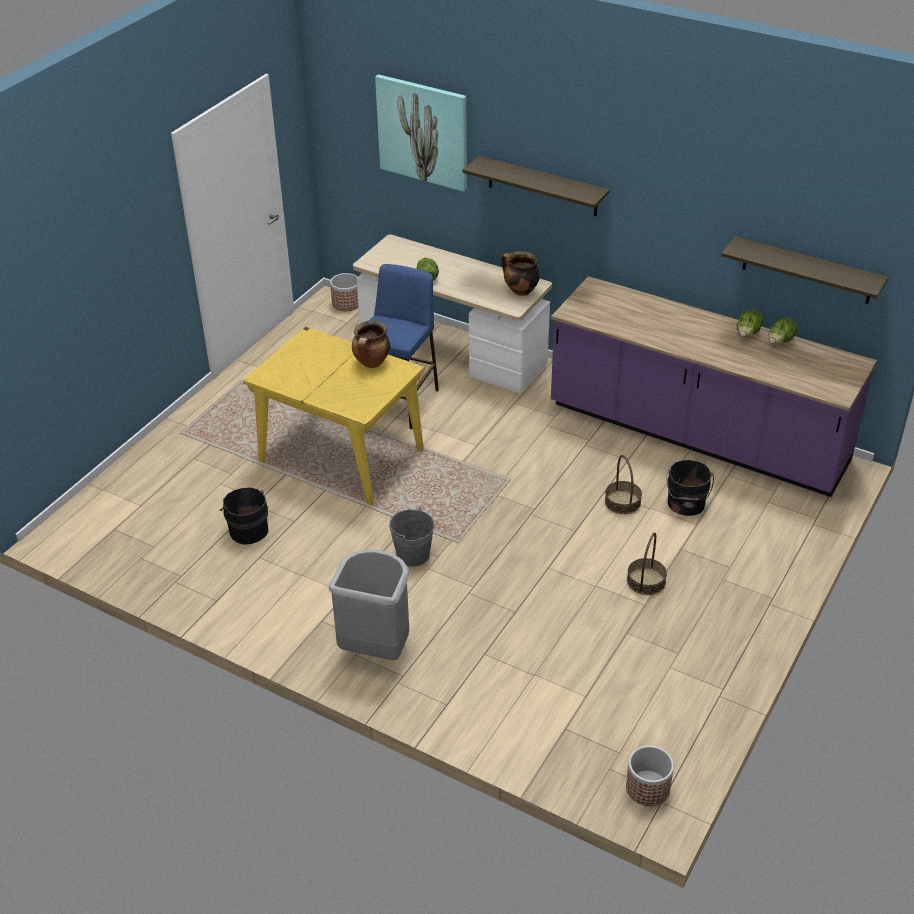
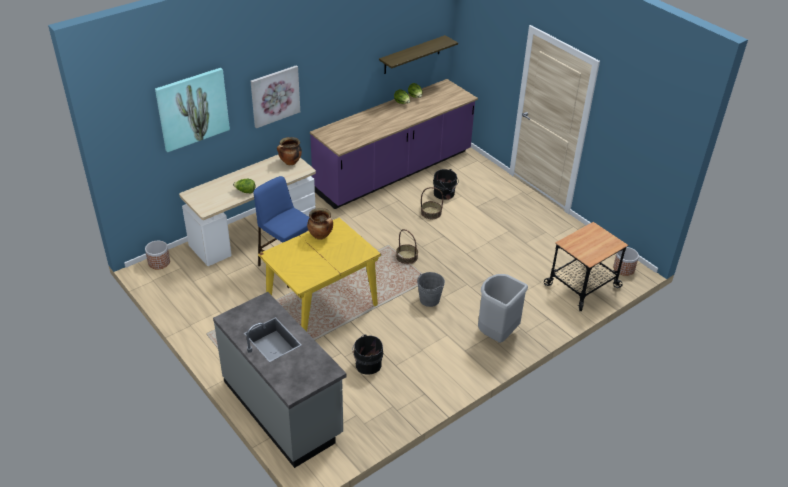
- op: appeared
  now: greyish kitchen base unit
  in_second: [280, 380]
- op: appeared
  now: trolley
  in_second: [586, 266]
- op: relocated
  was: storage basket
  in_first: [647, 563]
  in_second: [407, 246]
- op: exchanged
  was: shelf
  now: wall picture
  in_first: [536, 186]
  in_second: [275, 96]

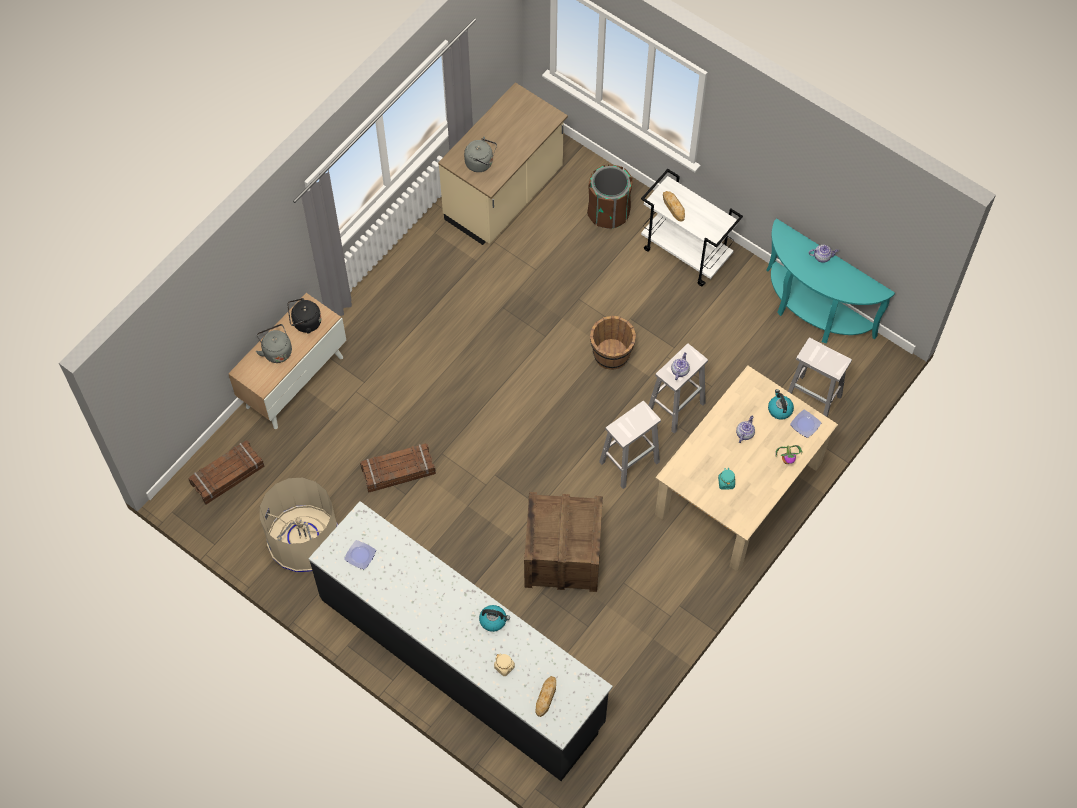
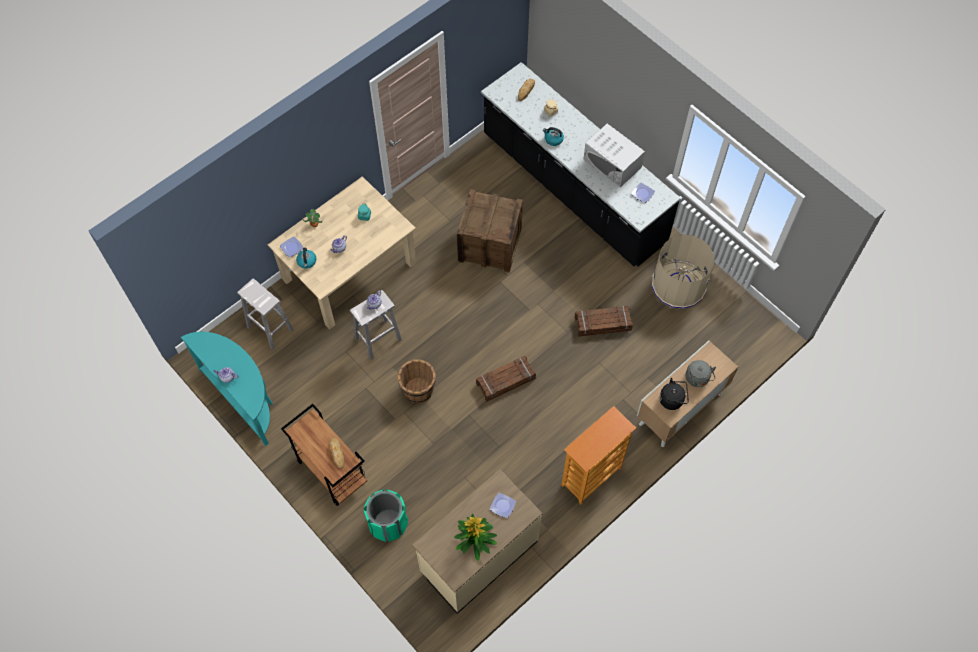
- op: missing
  was: whitish stool seat
  in_first: [630, 445]
- op: appeared
  now: plant in a pot
  in_second: [475, 537]
- op: appeared
  now: bookshelf
  in_second: [598, 455]
- op: appeared
  now: whitish microwave
  in_second: [614, 155]
- op: relocated
  was: shipping crate
  in_first: [226, 472]
  in_second: [506, 379]
- op: exchanged
  was: greyish water kettle
  now: flat dish
  in_first: [480, 154]
  in_second: [503, 505]
- op: colour
  was: brownish waste bin
  now: green waste bin
  in_first: [610, 196]
  in_second: [386, 515]
- op: colour
  was: whitish trolley
  now: brownish trolley
  in_first: [692, 227]
  in_second: [324, 455]

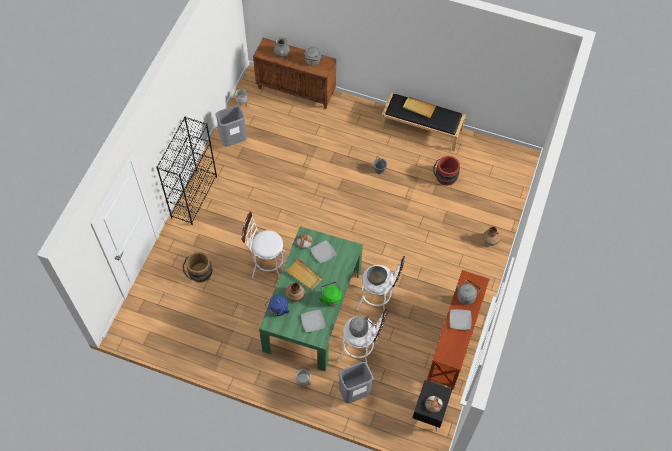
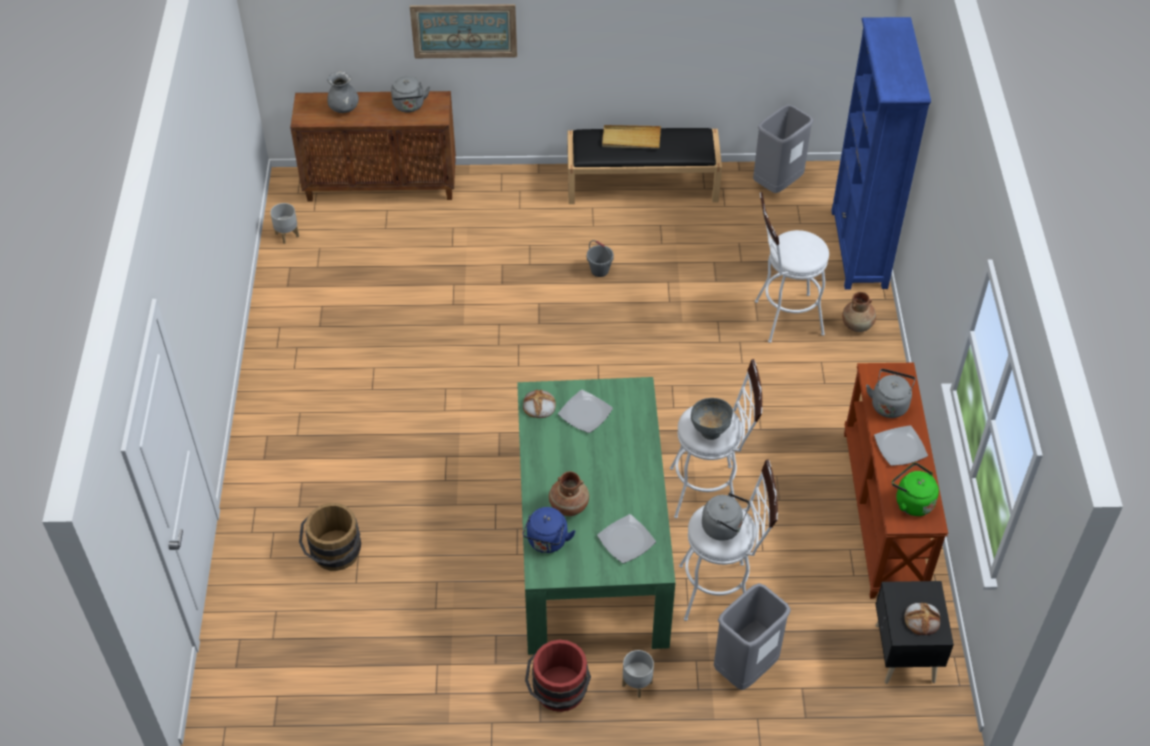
- op: missing
  was: black bookshelf
  in_first: [186, 171]
- op: missing
  was: beige serving tray
  in_first: [304, 274]
- op: appeared
  now: wall picture
  in_second: [463, 31]
- op: appeared
  now: blue-coloured bookshelf
  in_second: [881, 153]
- op: relocated
  was: greyish waste bin
  in_first: [231, 126]
  in_second: [783, 148]
- op: relocated
  was: whitish stool seat
  in_first: [264, 244]
  in_second: [792, 267]
- op: relocated
  was: green water kettle
  in_first: [330, 294]
  in_second: [915, 489]
- op: relocated
  was: red-coloured pail
  in_first: [446, 171]
  in_second: [558, 676]

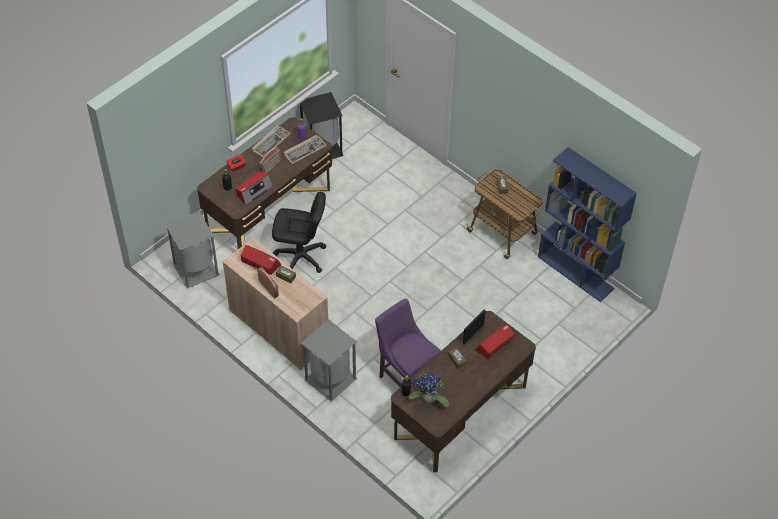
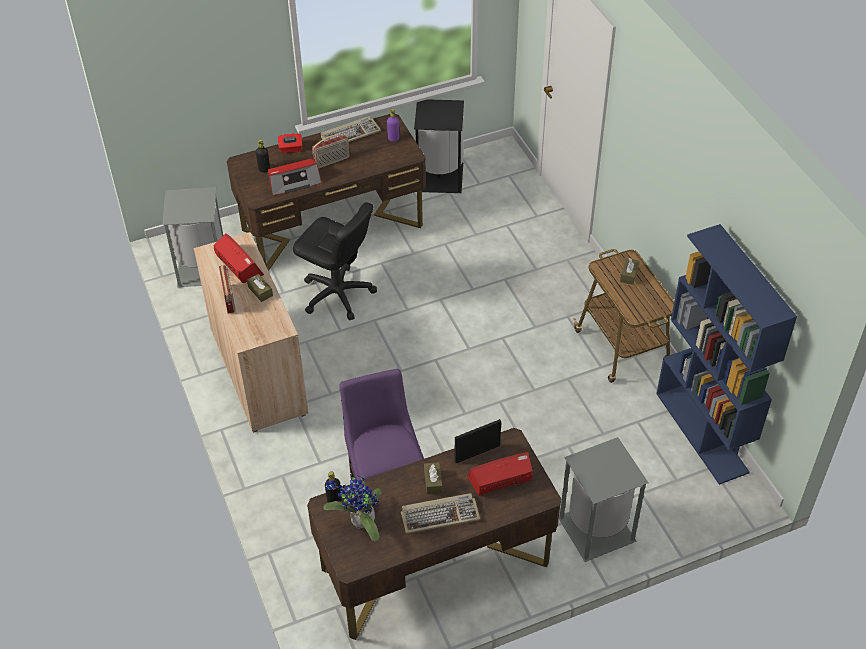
- op: relocated
  was: PC keyboard
  in_first: [305, 149]
  in_second: [440, 513]
- op: relocated
  was: greyish waste bin
  in_first: [329, 360]
  in_second: [604, 499]

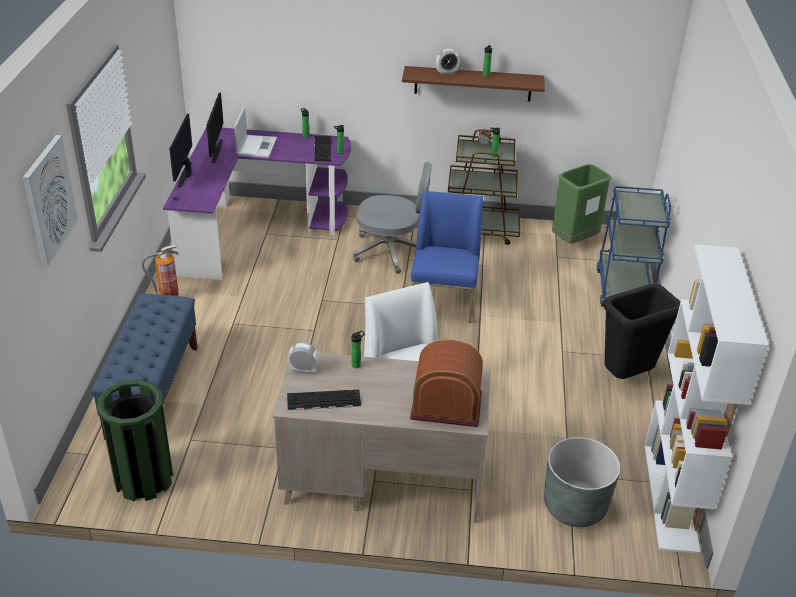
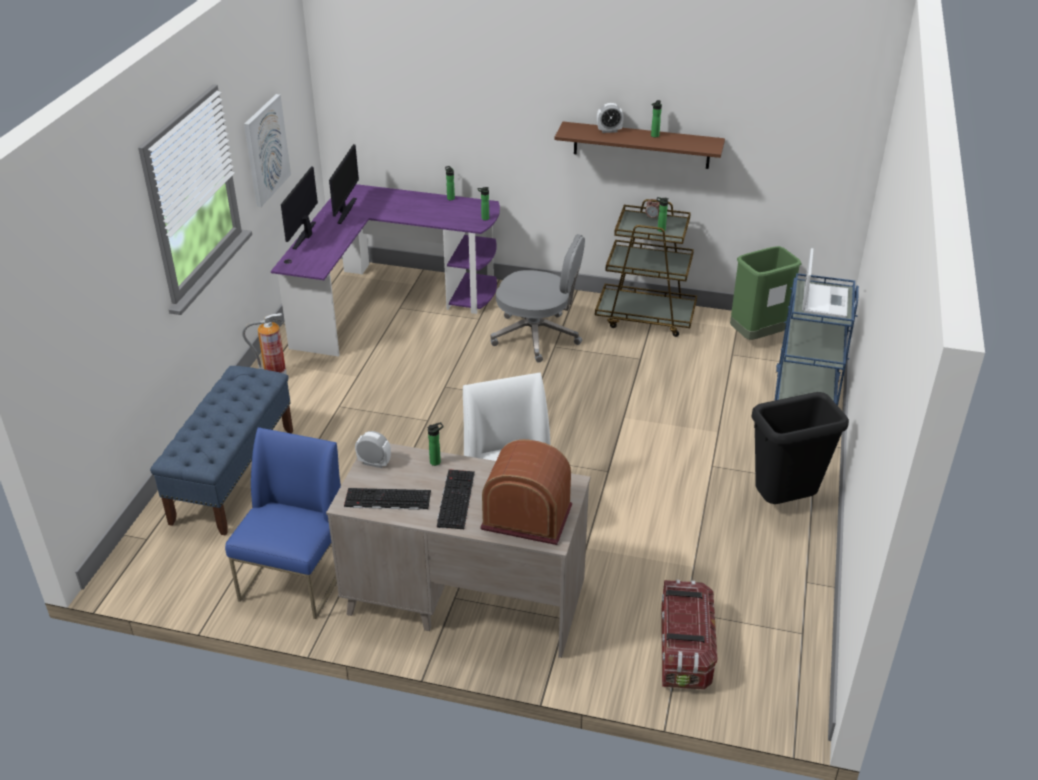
- op: missing
  was: green waste bin
  in_first: [135, 440]
- op: missing
  was: whitish bookshelf
  in_first: [706, 399]
- op: relocated
  was: wall picture
  in_first: [50, 200]
  in_second: [267, 150]
- op: relocated
  was: notebook computer
  in_first: [255, 132]
  in_second: [825, 283]
- op: relocated
  was: PC keyboard
  in_first: [322, 149]
  in_second: [456, 499]
- op: relocated
  was: blue-coloured chair
  in_first: [447, 257]
  in_second: [283, 523]
- op: exchanged
  was: greyish flower pot
  now: storage box
  in_first: [582, 482]
  in_second: [689, 635]

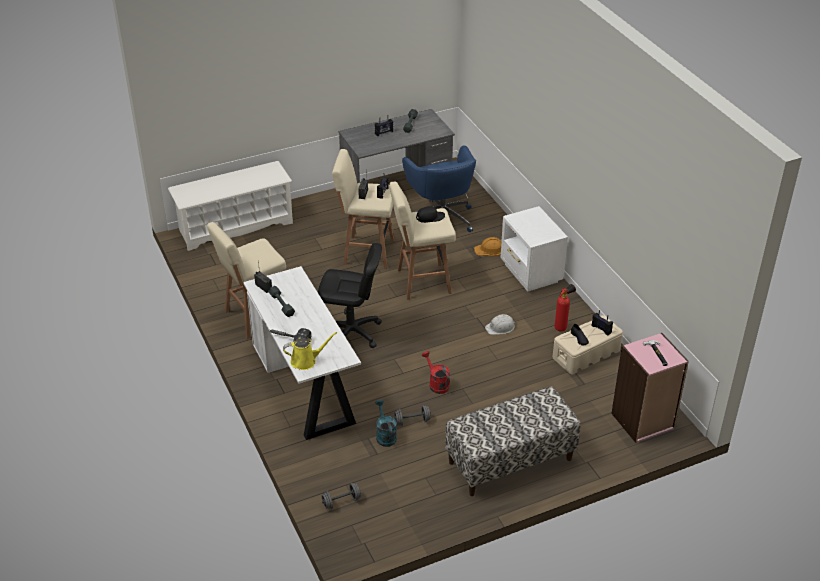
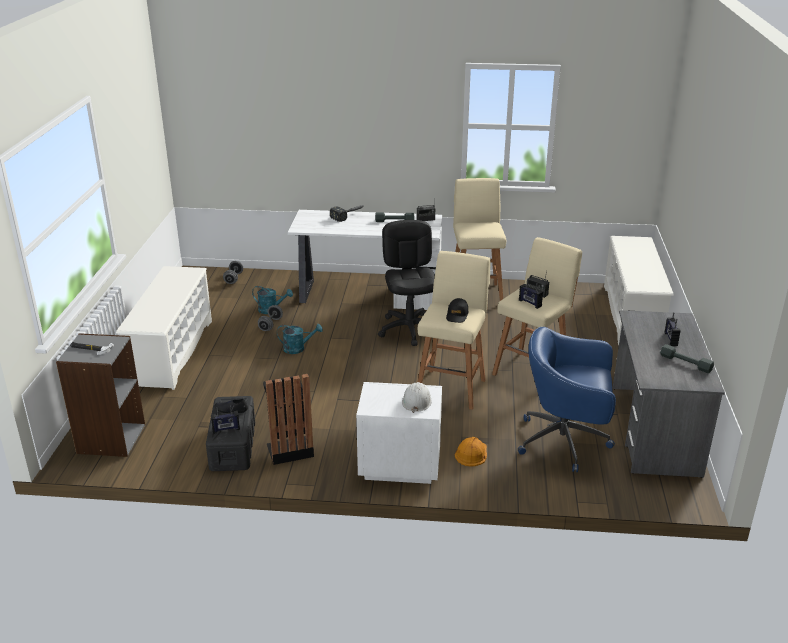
- op: missing
  was: yellowish watering pot
  in_first: [310, 351]
- op: relocated
  was: whitish safety helmet
  in_first: [500, 324]
  in_second: [416, 397]
- op: exchanged
  was: indoor bench
  now: whitish shoe shelf
  in_first: [513, 441]
  in_second: [164, 328]
- op: exchanged
  was: fire extinguisher
  now: black waste bin
  in_first: [565, 307]
  in_second: [288, 419]
- op: colour
  was: red-coloured watering pot
  now: turquoise watering pot
  in_first: [436, 372]
  in_second: [300, 339]
- op: colour
  was: beige storage box
  now: black storage box
  in_first: [588, 344]
  in_second: [230, 433]
- op: colour
  was: pink-coloured bookshelf
  now: greyish bookshelf
  in_first: [650, 388]
  in_second: [100, 395]
- op: spun
  was: black desk chair
  in_first: [350, 295]
  in_second: [406, 283]
  clockwise: 135

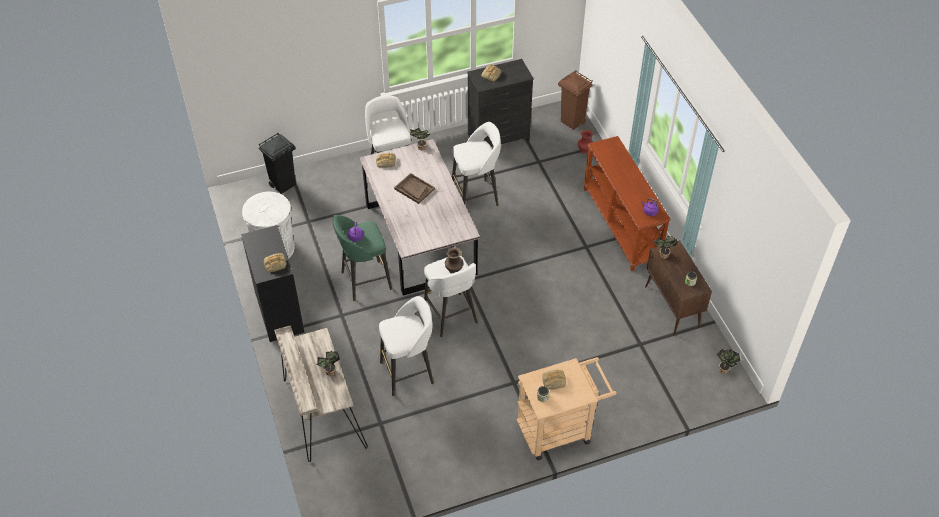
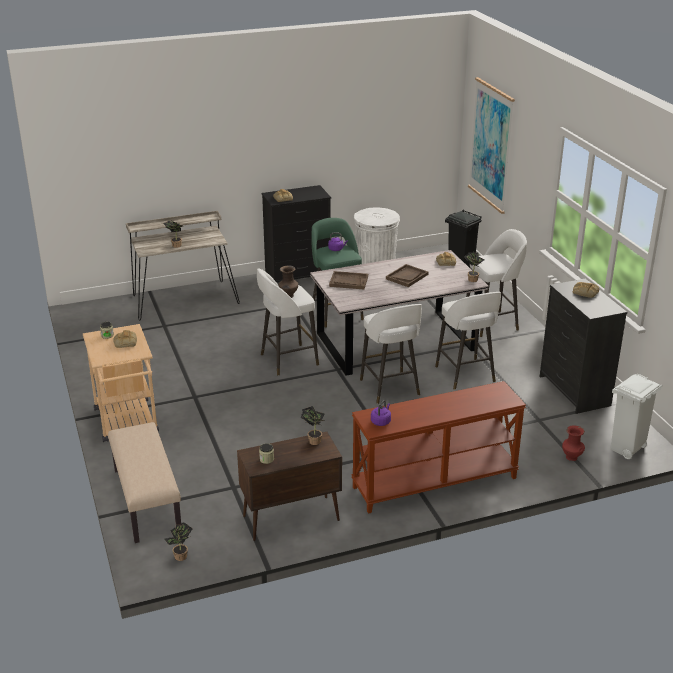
- op: appeared
  now: beige indoor bench
  in_second: [144, 482]
- op: appeared
  now: brownish serving tray
  in_second: [348, 280]
- op: appeared
  now: wall picture
  in_second: [491, 145]
- op: relocated
  was: whitish stool seat
  in_first: [406, 346]
  in_second: [391, 354]
- op: colour
  was: brownish waste bin
  now: whitish waste bin
  in_first: [575, 100]
  in_second: [637, 416]

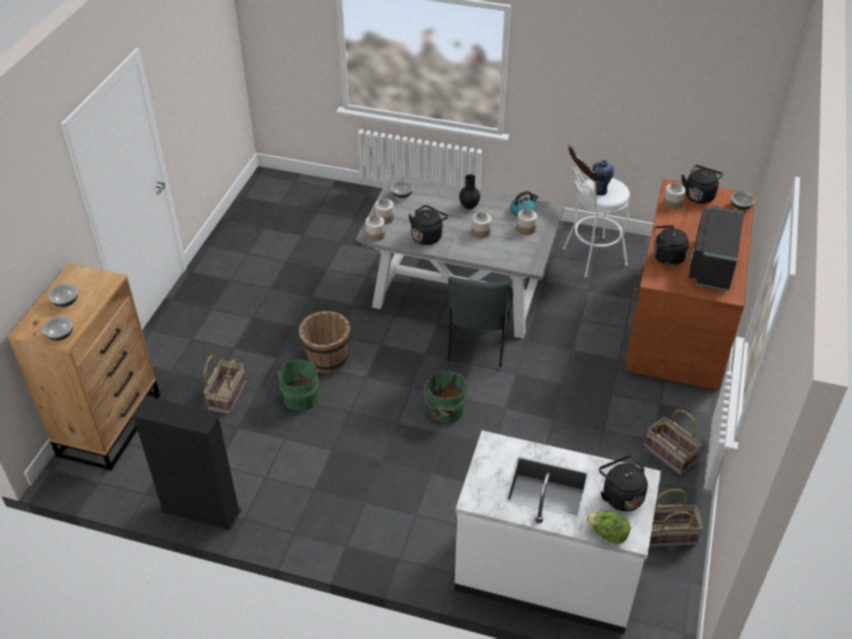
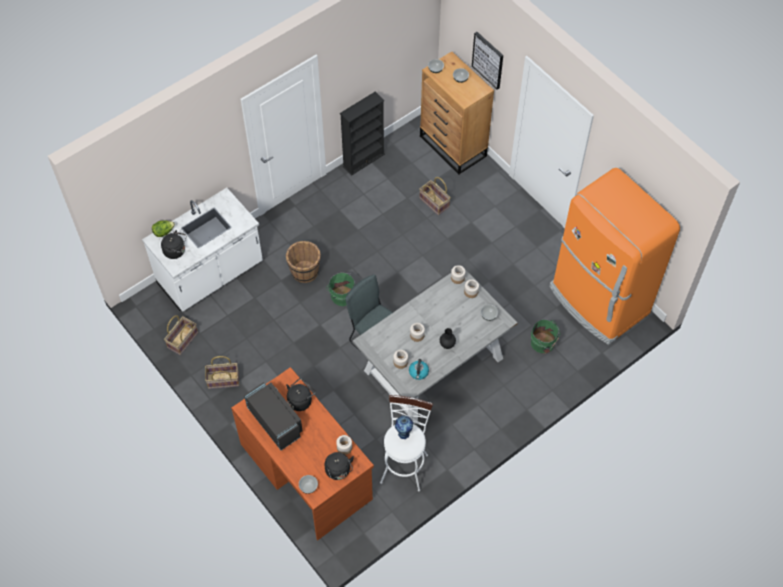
- op: missing
  was: black water kettle
  in_first: [428, 225]
- op: appeared
  now: wall picture
  in_second: [487, 61]
- op: appeared
  now: orange kitchen fridge
  in_second: [614, 256]
- op: relocated
  was: green pail
  in_first: [298, 385]
  in_second: [545, 336]
- op: relocated
  was: brownish pail
  in_first: [324, 342]
  in_second: [303, 262]

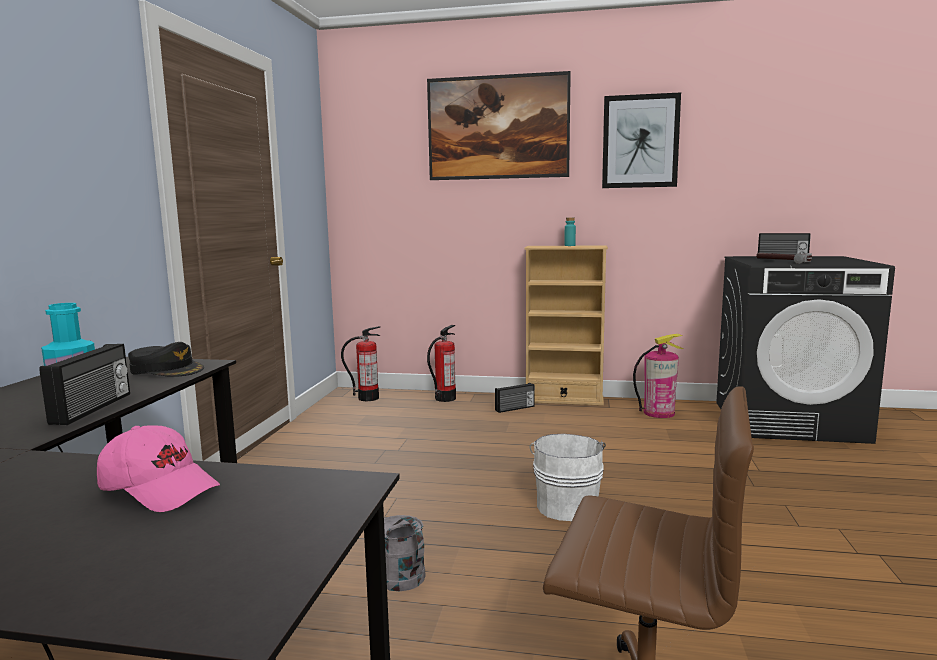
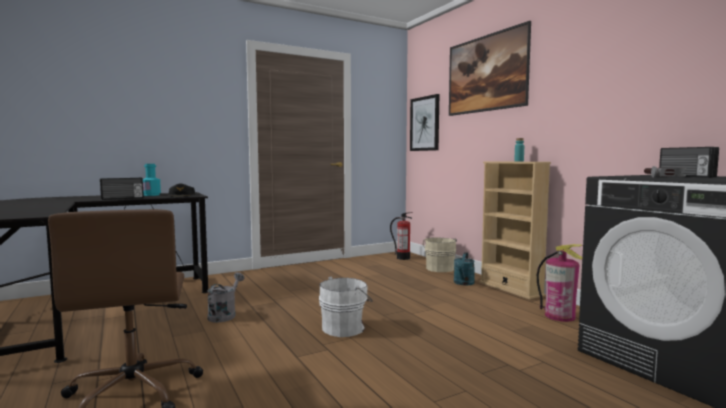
- op: missing
  was: pink-coloured peaked cap
  in_first: [158, 468]
- op: relocated
  was: wall picture
  in_first: [641, 140]
  in_second: [424, 122]
- op: exchanged
  was: fire extinguisher
  now: beige pail
  in_first: [441, 363]
  in_second: [440, 254]
- op: exchanged
  was: radio set
  now: turquoise watering pot
  in_first: [515, 398]
  in_second: [464, 268]

